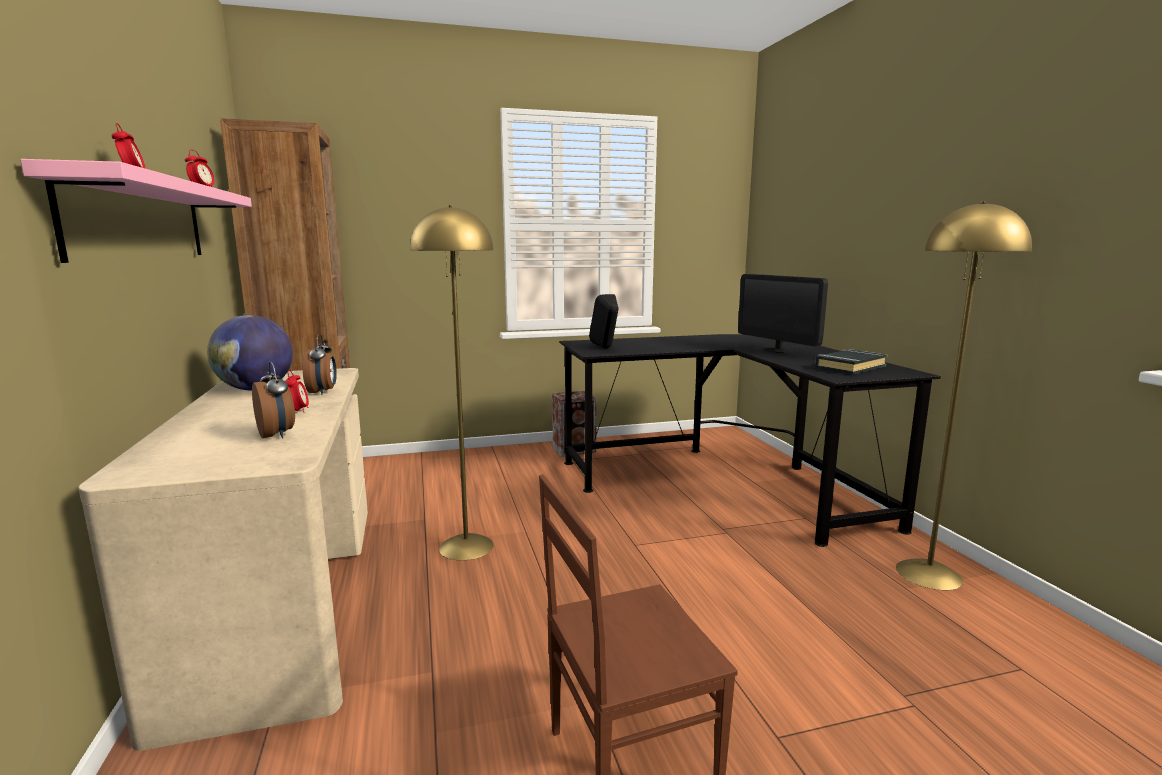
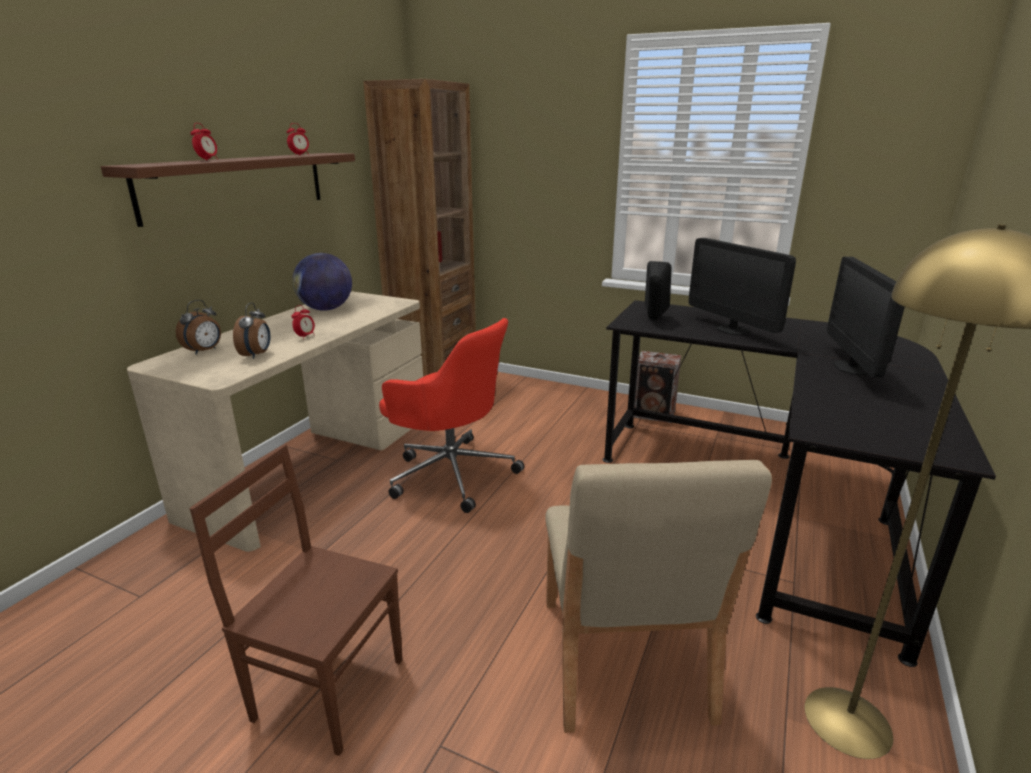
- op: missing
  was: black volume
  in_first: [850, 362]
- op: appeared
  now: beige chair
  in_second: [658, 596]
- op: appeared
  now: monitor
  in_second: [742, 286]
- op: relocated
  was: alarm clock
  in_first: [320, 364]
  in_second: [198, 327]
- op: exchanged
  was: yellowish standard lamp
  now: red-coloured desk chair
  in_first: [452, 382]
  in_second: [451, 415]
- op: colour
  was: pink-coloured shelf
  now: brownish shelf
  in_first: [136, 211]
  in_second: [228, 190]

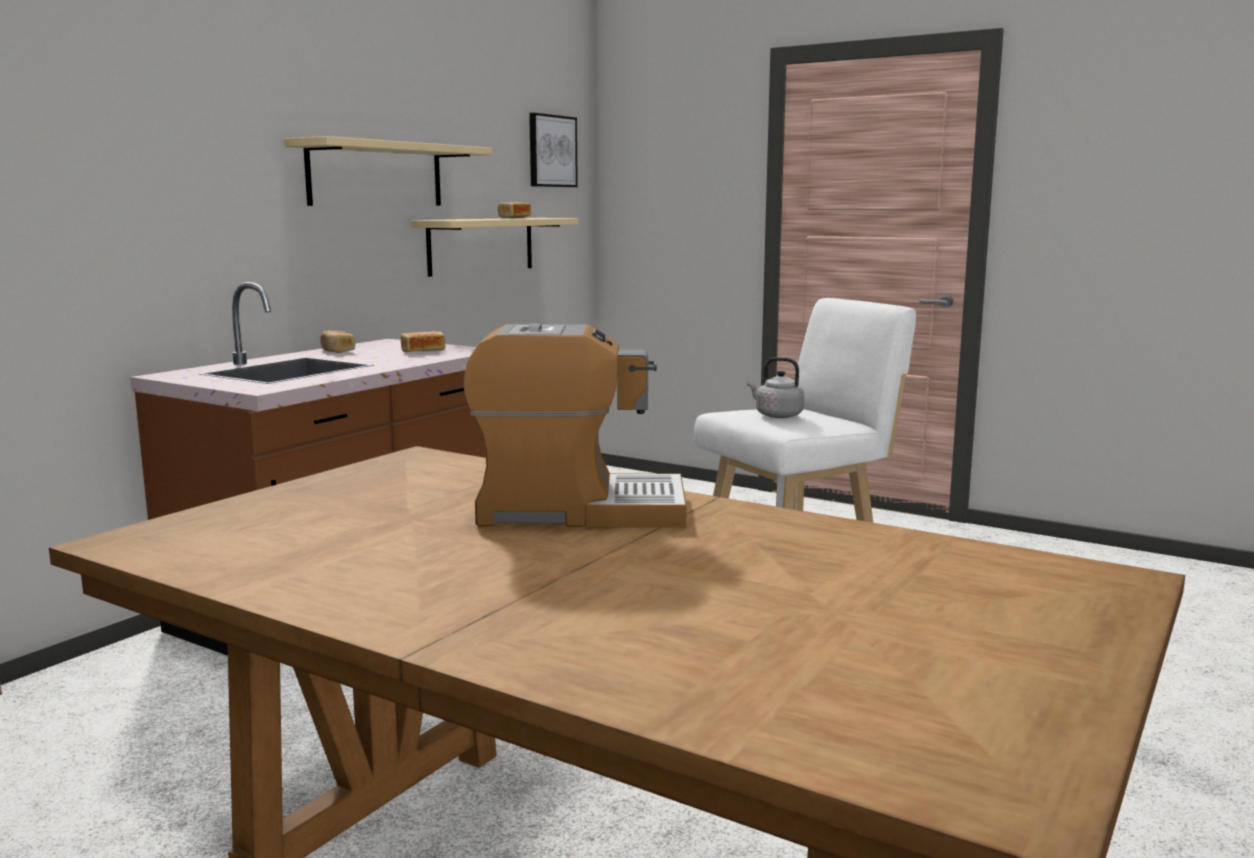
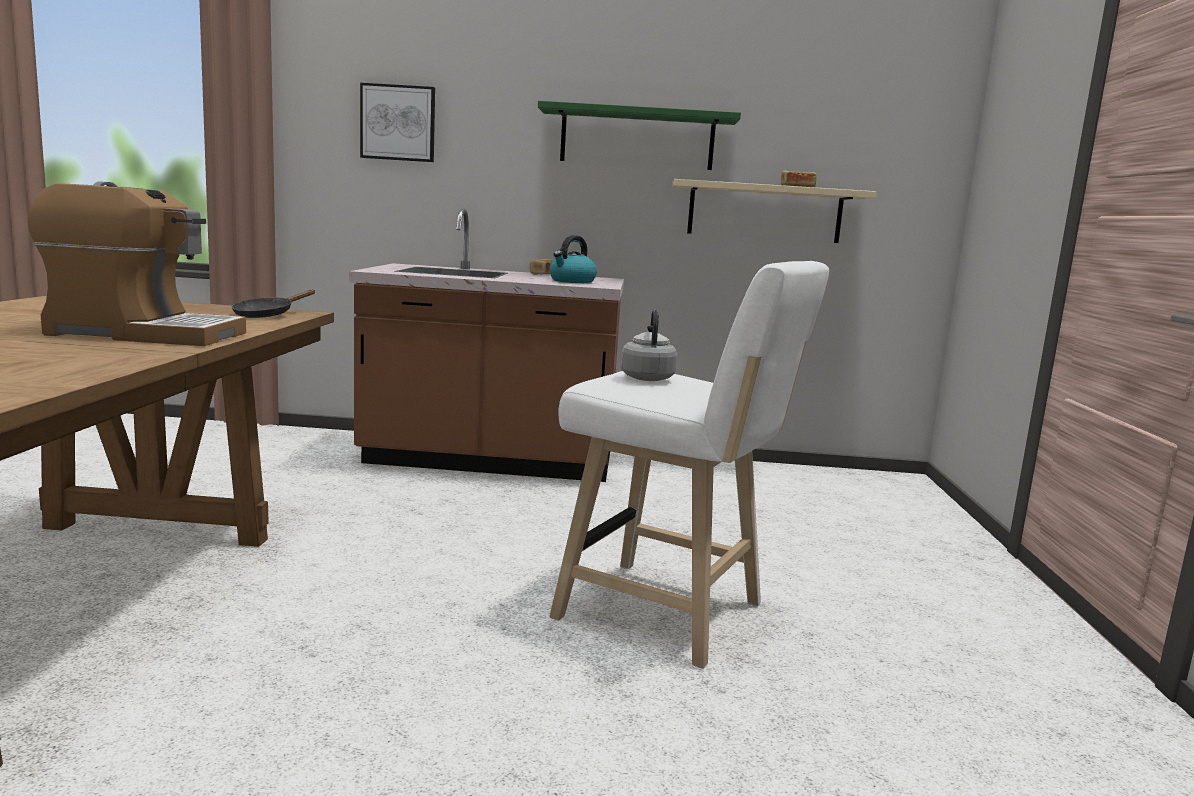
- op: appeared
  now: black frying pan
  in_second: [273, 304]
- op: relocated
  was: wall picture
  in_first: [553, 150]
  in_second: [397, 122]
- op: exchanged
  was: baked bread
  now: water kettle
  in_first: [423, 341]
  in_second: [573, 259]
- op: colour
  was: beige shelf
  now: green shelf
  in_first: [388, 171]
  in_second: [639, 135]
- op: spun
  was: coffee brewer
  in_first: [575, 426]
  in_second: [137, 263]
  clockwise: -60

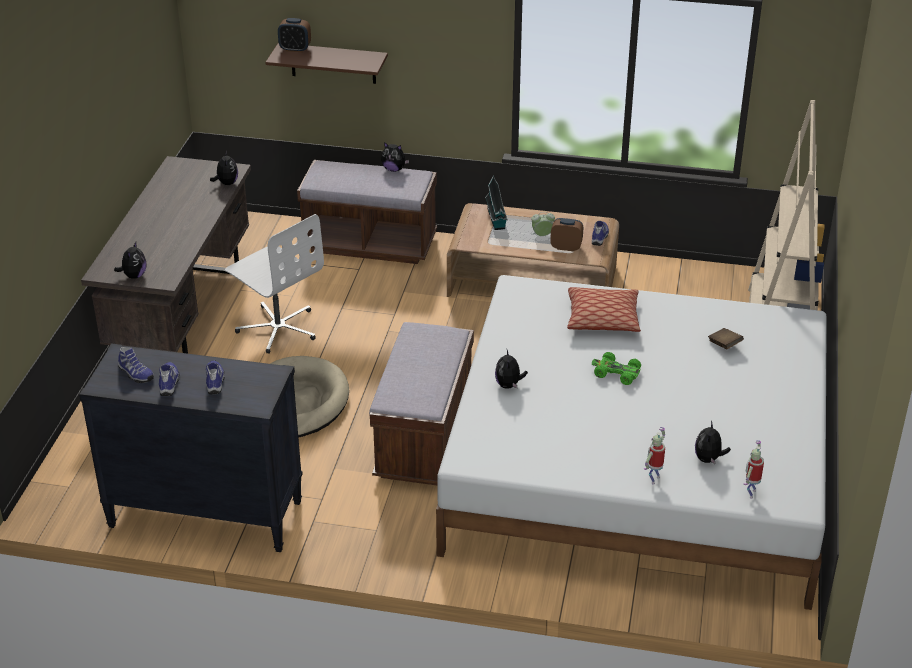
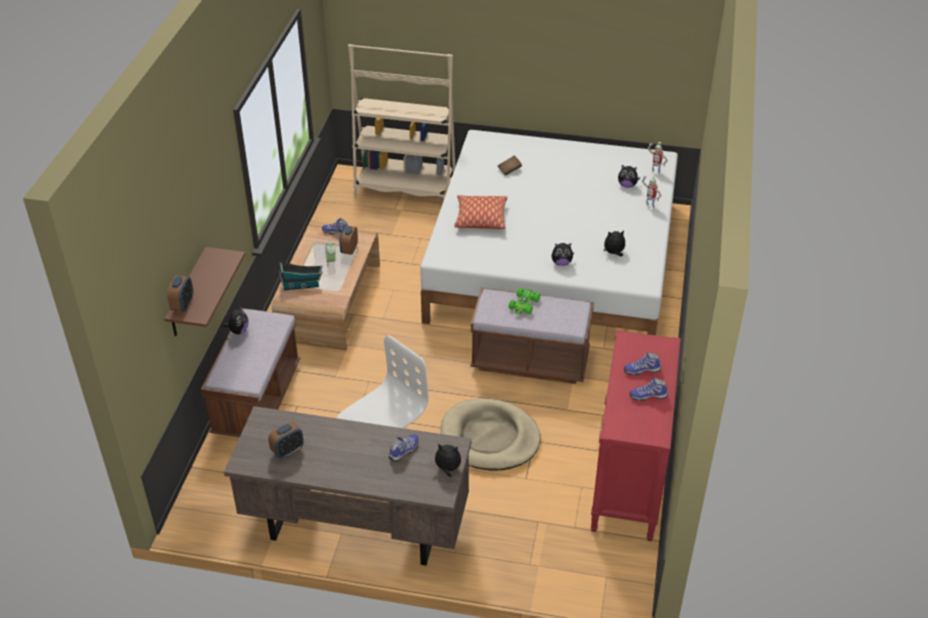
- op: appeared
  now: alarm clock
  in_second: [286, 440]
- op: relocated
  was: item of footwear
  in_first: [136, 365]
  in_second: [404, 448]
- op: relocated
  was: cuddly toy
  in_first: [224, 168]
  in_second: [614, 243]
- op: relocated
  was: green toy car
  in_first: [616, 368]
  in_second: [524, 301]
- op: colour
  was: black drawer chest
  now: red-coloured drawer chest
  in_first: [191, 447]
  in_second: [636, 435]

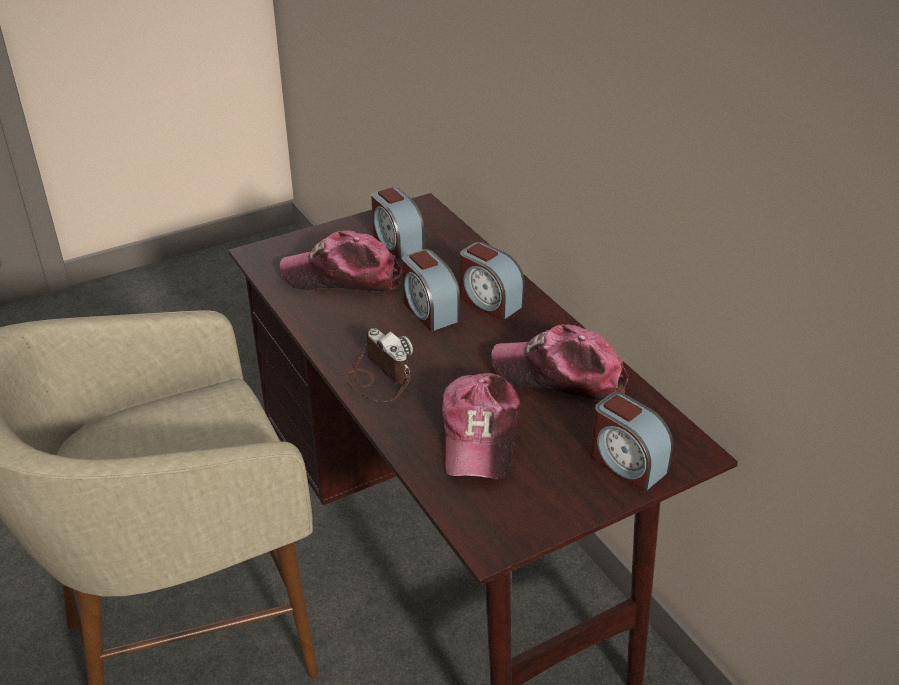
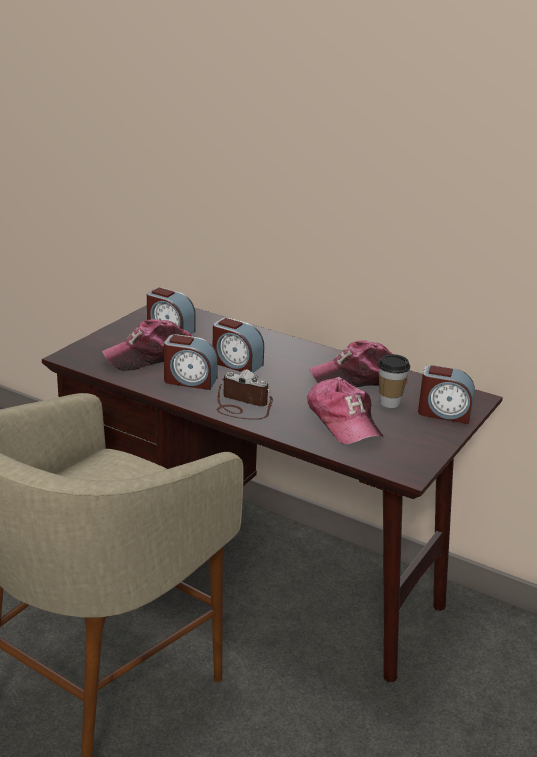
- op: appeared
  now: cup
  in_second: [394, 381]
- op: relocated
  was: alarm clock
  in_first: [492, 281]
  in_second: [191, 362]

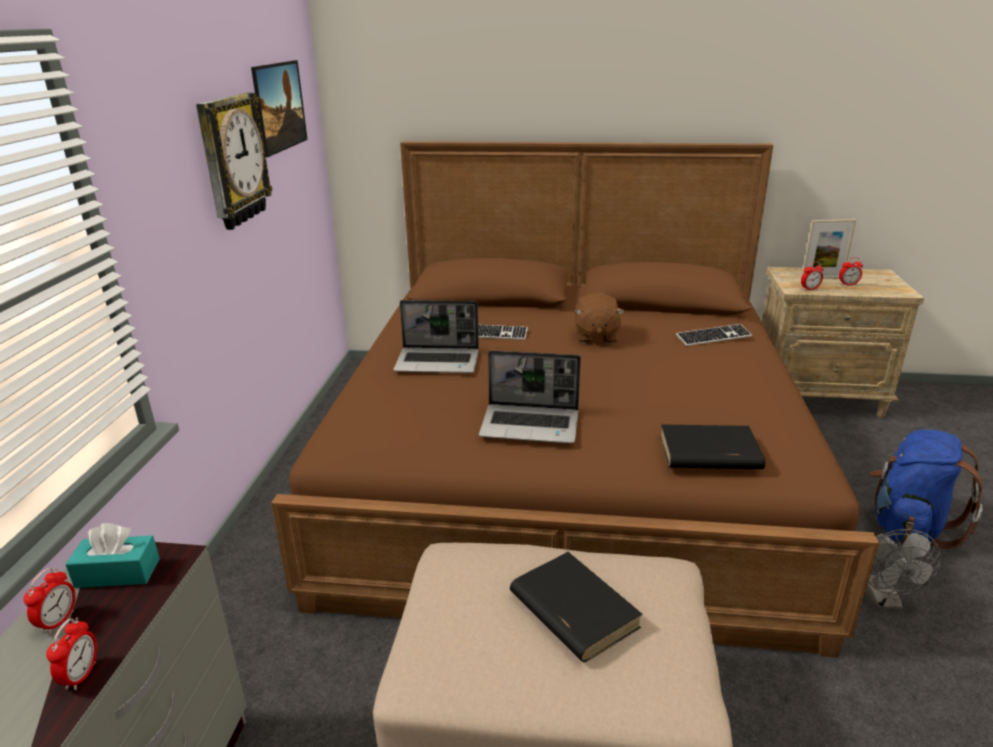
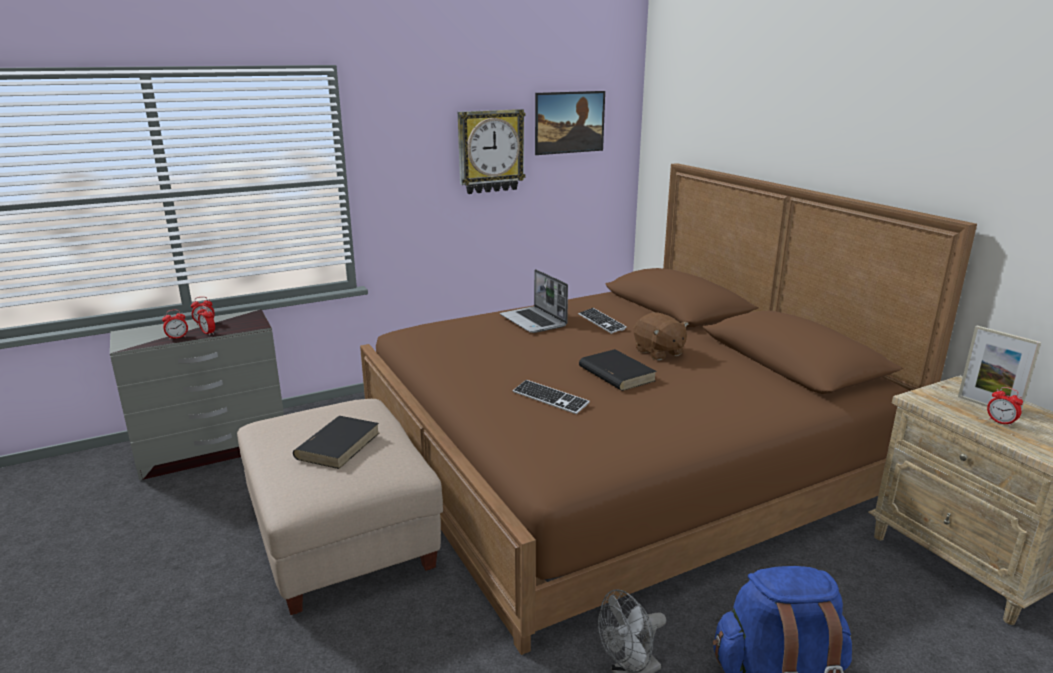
- op: missing
  was: turquoise tissue box
  in_first: [112, 555]
- op: missing
  was: notebook computer
  in_first: [530, 397]
- op: relocated
  was: black volume
  in_first: [712, 447]
  in_second: [618, 370]
- op: relocated
  was: PC keyboard
  in_first: [714, 335]
  in_second: [551, 397]
- op: relocated
  was: alarm clock
  in_first: [812, 276]
  in_second: [206, 320]
- op: spun
  was: brownish cuddly toy
  in_first: [599, 318]
  in_second: [661, 336]
  clockwise: -90

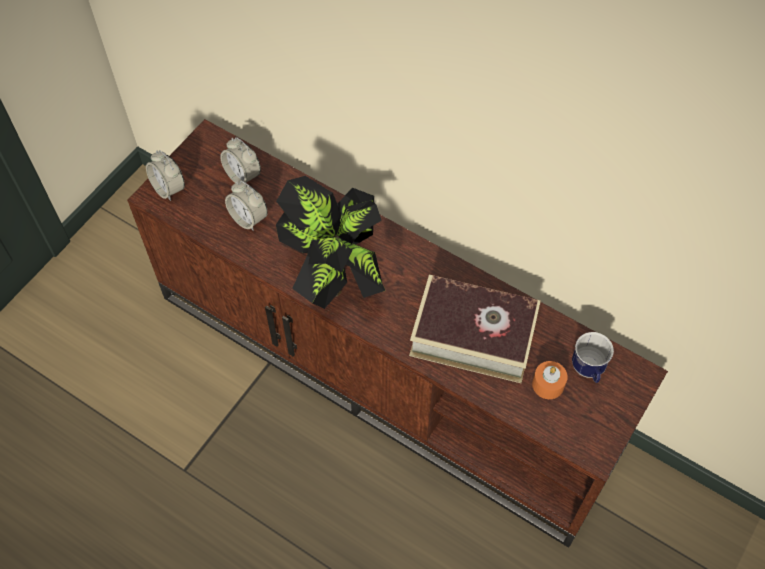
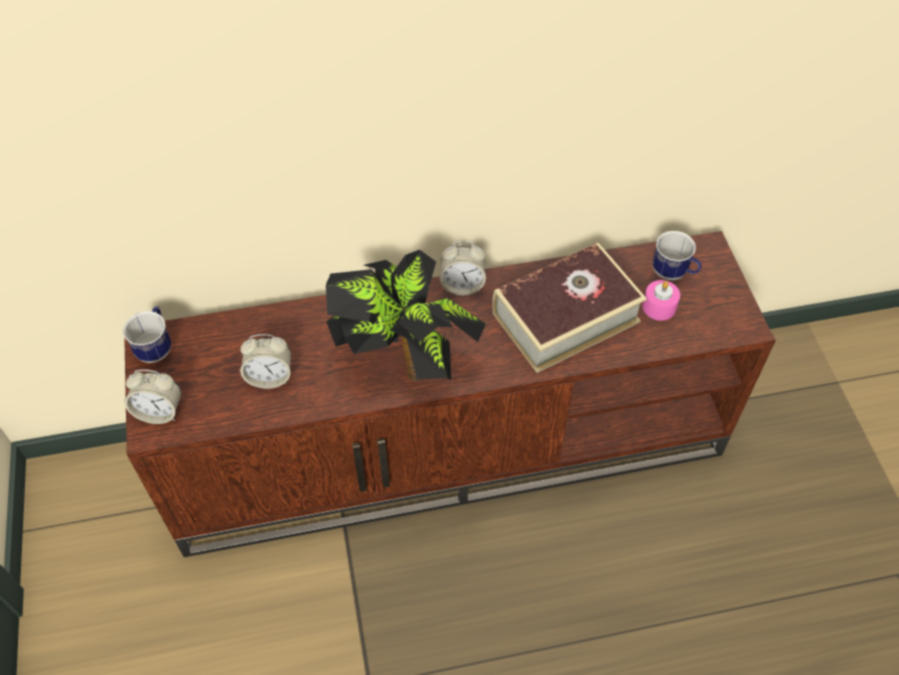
- op: appeared
  now: tea mug
  in_second: [147, 334]
- op: relocated
  was: alarm clock
  in_first: [240, 160]
  in_second: [463, 268]
- op: colour
  was: orange candle
  now: pink-coloured candle
  in_first: [550, 380]
  in_second: [661, 300]

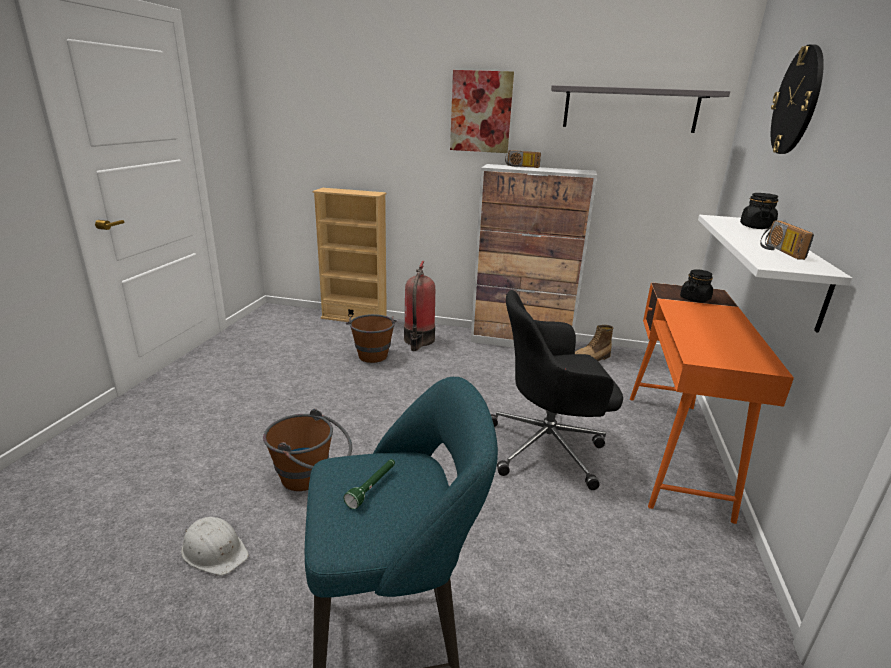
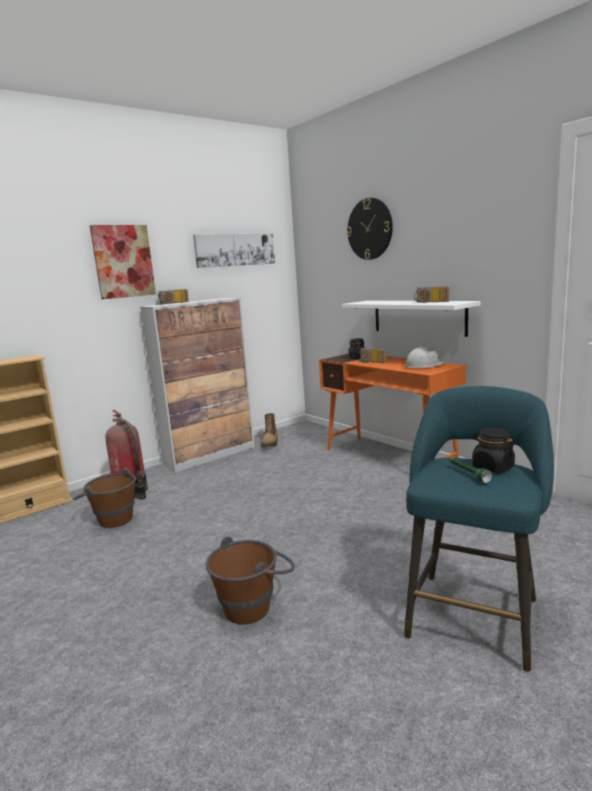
- op: missing
  was: black desk chair
  in_first: [557, 390]
- op: appeared
  now: radio set
  in_second: [372, 356]
- op: relocated
  was: whitish safety helmet
  in_first: [215, 546]
  in_second: [425, 358]
- op: relocated
  was: black storage jar
  in_first: [759, 211]
  in_second: [493, 450]
- op: exchanged
  was: greyish shelf
  now: wall picture
  in_first: [640, 109]
  in_second: [234, 250]

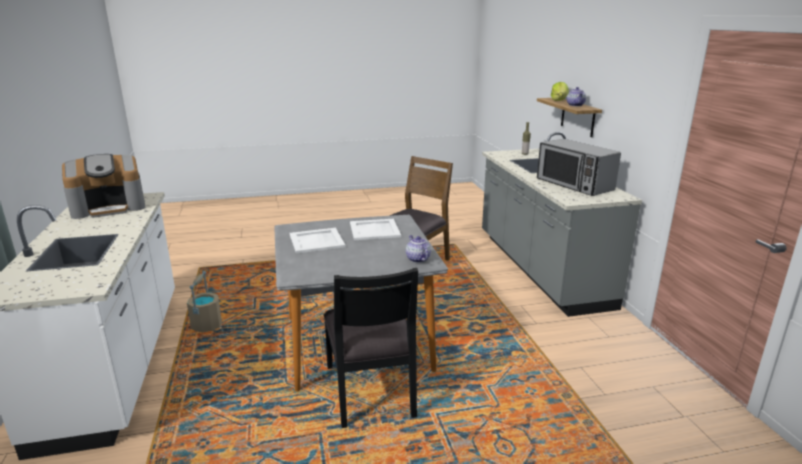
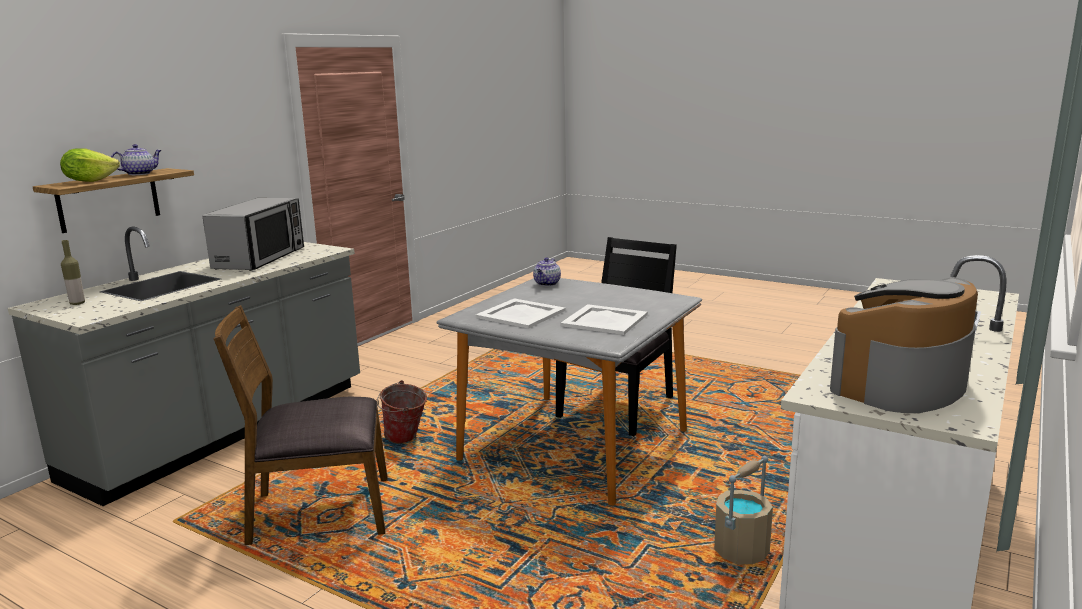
- op: appeared
  now: pail
  in_second: [401, 412]
- op: spun
  was: coffee brewer
  in_first: [103, 186]
  in_second: [904, 345]
  clockwise: -60

